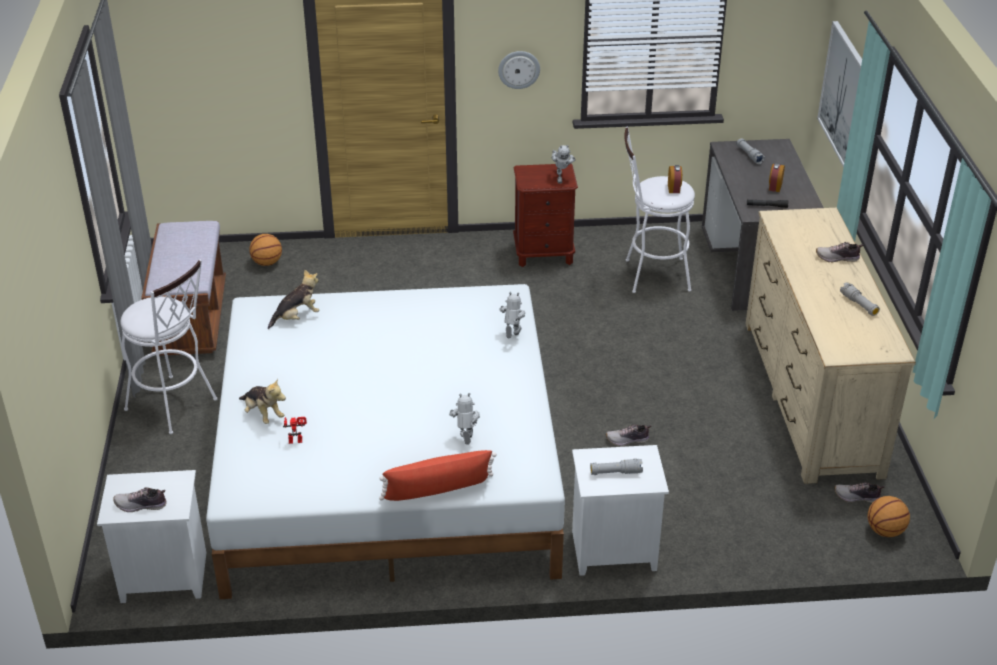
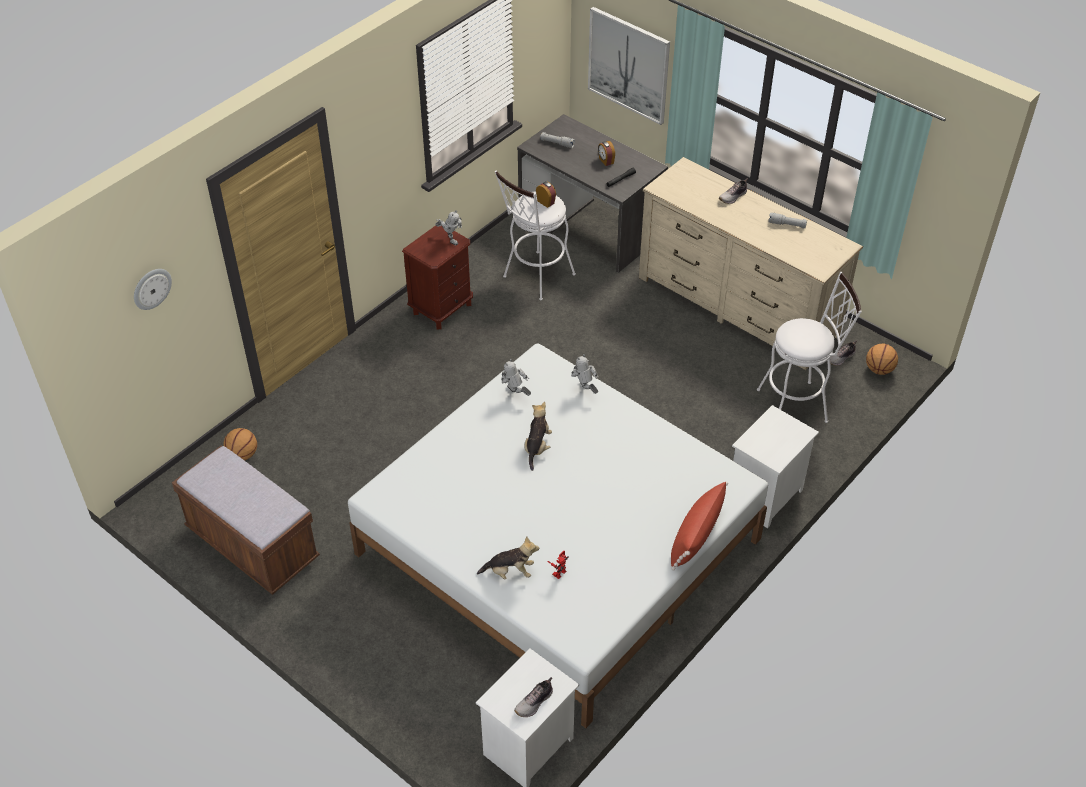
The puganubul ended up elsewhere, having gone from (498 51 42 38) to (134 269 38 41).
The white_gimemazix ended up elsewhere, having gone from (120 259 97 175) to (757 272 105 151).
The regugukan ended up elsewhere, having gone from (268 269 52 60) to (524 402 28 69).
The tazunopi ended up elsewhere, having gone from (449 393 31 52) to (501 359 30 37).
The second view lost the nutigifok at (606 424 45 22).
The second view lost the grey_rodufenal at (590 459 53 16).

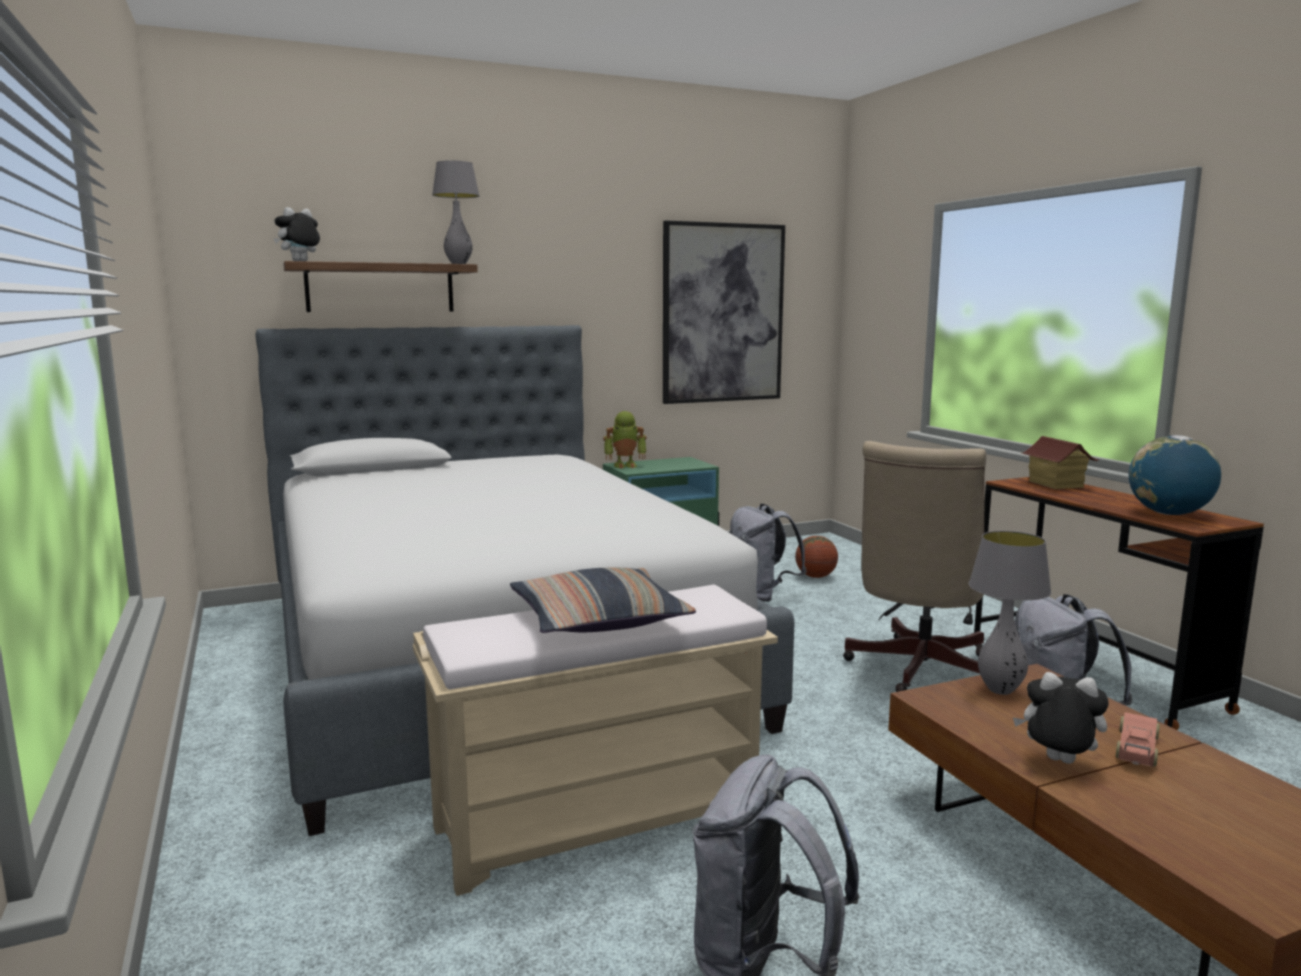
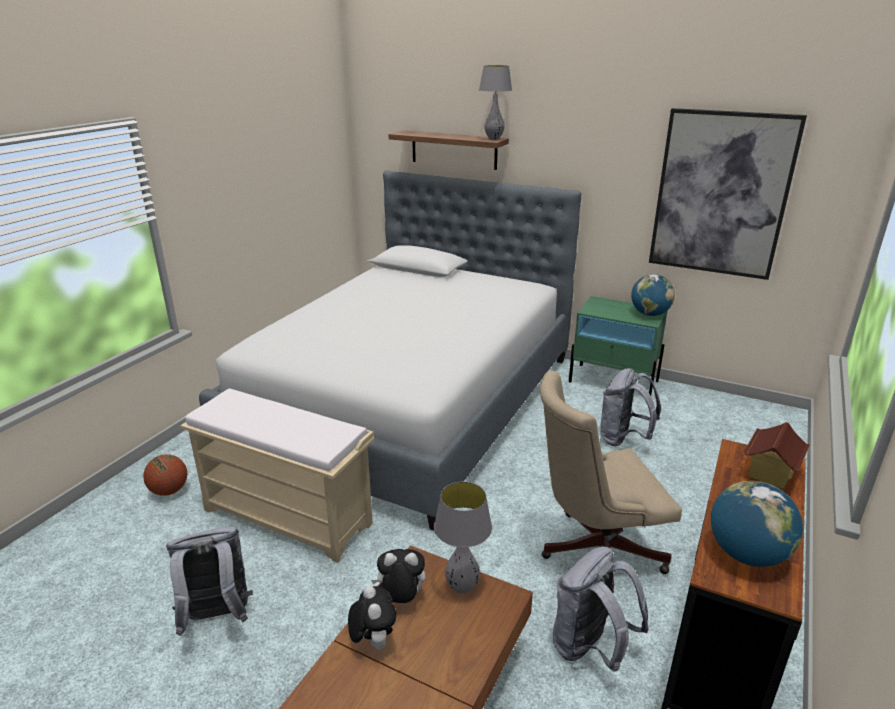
The regugukan ended up elsewhere, having gone from (274 207 46 54) to (371 549 55 54).
The second view lost the tazunopi at (603 411 44 58).
The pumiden ended up elsewhere, having gone from (795 536 43 42) to (143 454 44 42).
The second view lost the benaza at (510 568 186 65).
The second view lost the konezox at (1116 712 44 55).
The second view gained the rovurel at (631 274 44 42).

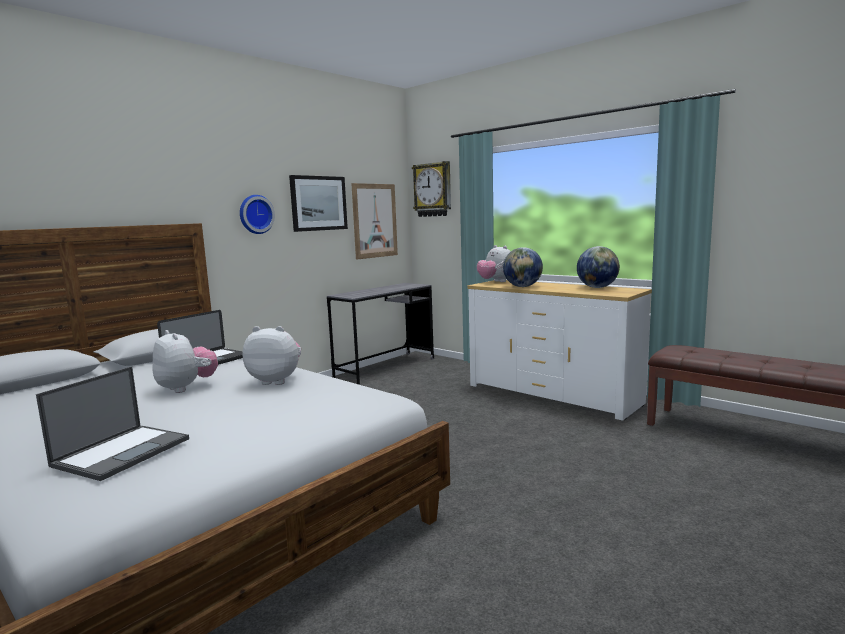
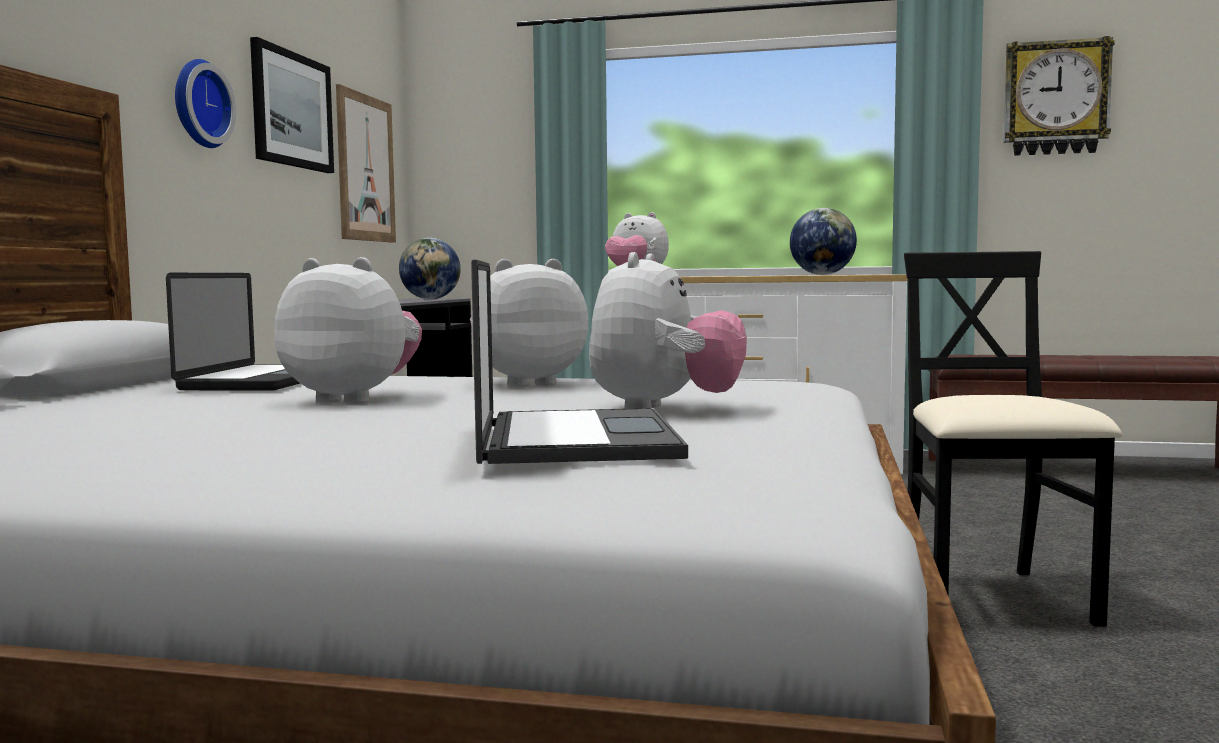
The puganubul ended up elsewhere, having gone from (412 161 39 56) to (1004 36 111 120).
The rovurel ended up elsewhere, having gone from (503 247 40 40) to (399 238 62 61).
The second view gained the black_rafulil at (904 251 218 376).
The second view gained the regugukan at (589 252 158 157).

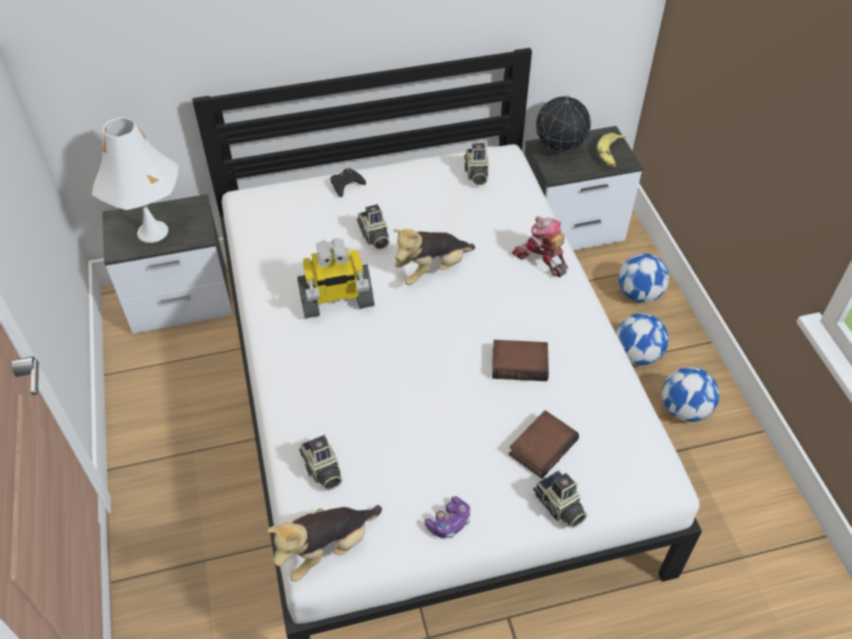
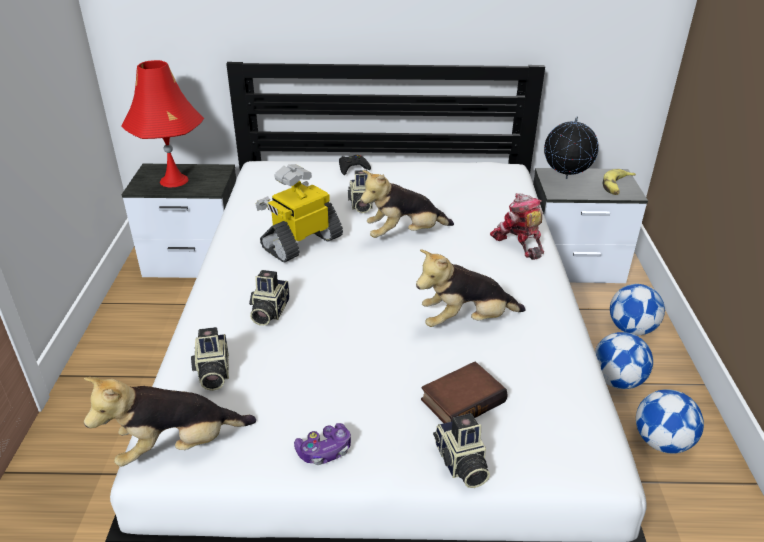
What was the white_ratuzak at (92 117 87 126) turned into the red_ratuzak at (121 60 83 127).
The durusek ended up elsewhere, having gone from (464 143 25 43) to (249 270 40 56).
The tazunopi at (297 238 78 80) ended up facing another way, 135 degrees clockwise from before.
Where the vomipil stood at (492 340 57 41), the regugukan came to stand at (416 249 110 78).

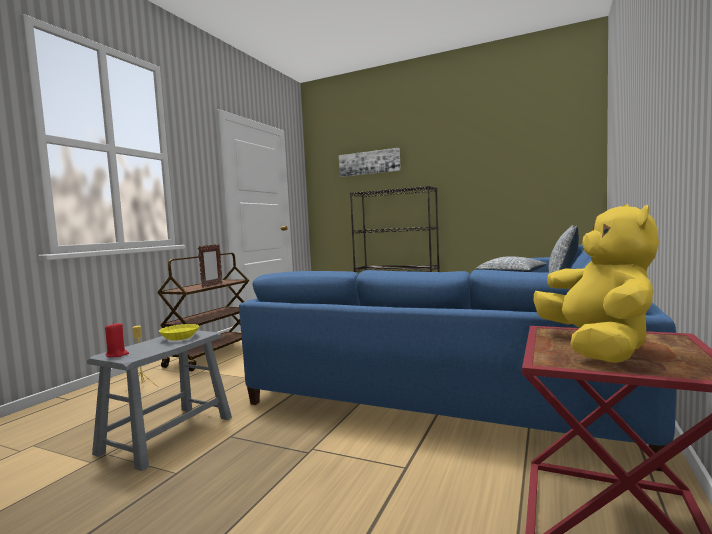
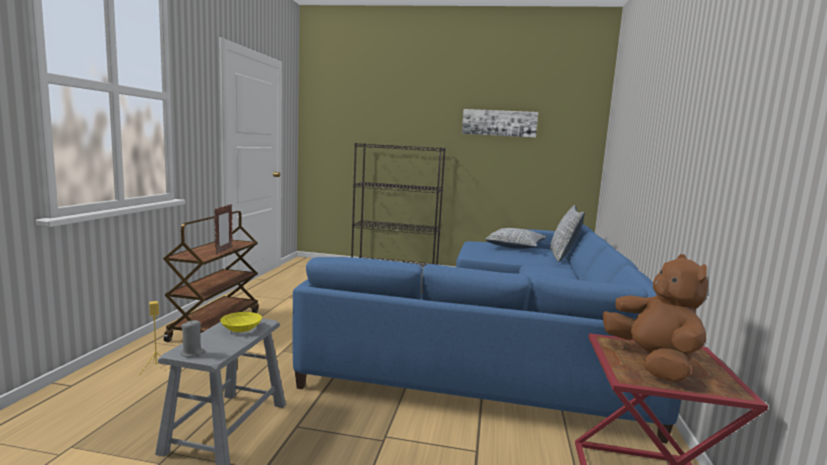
The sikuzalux ended up elsewhere, having gone from (339 148 62 29) to (462 109 76 29).
What was the yellow_regugukan at (534 204 125 159) turned into the brown_regugukan at (603 254 105 129).
What was the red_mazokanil at (105 322 24 35) turned into the grey_mazokanil at (180 320 25 37).

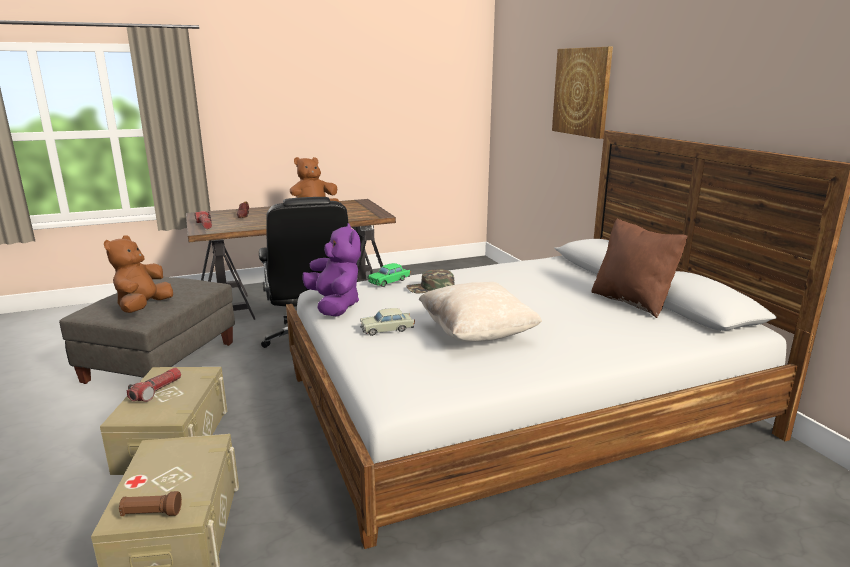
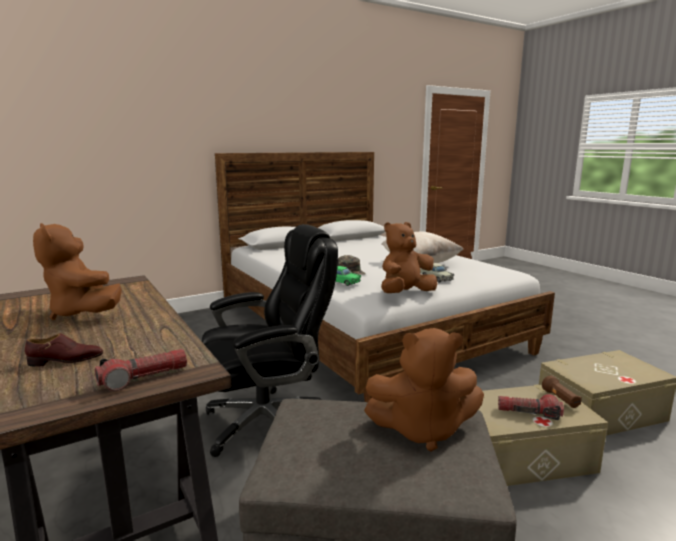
The second view lost the sikuzalux at (552 47 61 92).
The second view lost the brown_benaza at (591 218 97 100).
What was the purple_regugukan at (302 223 59 94) turned into the brown_regugukan at (381 222 56 71).
The brown_rodufenal ended up elsewhere, having gone from (119 491 63 25) to (542 376 40 32).

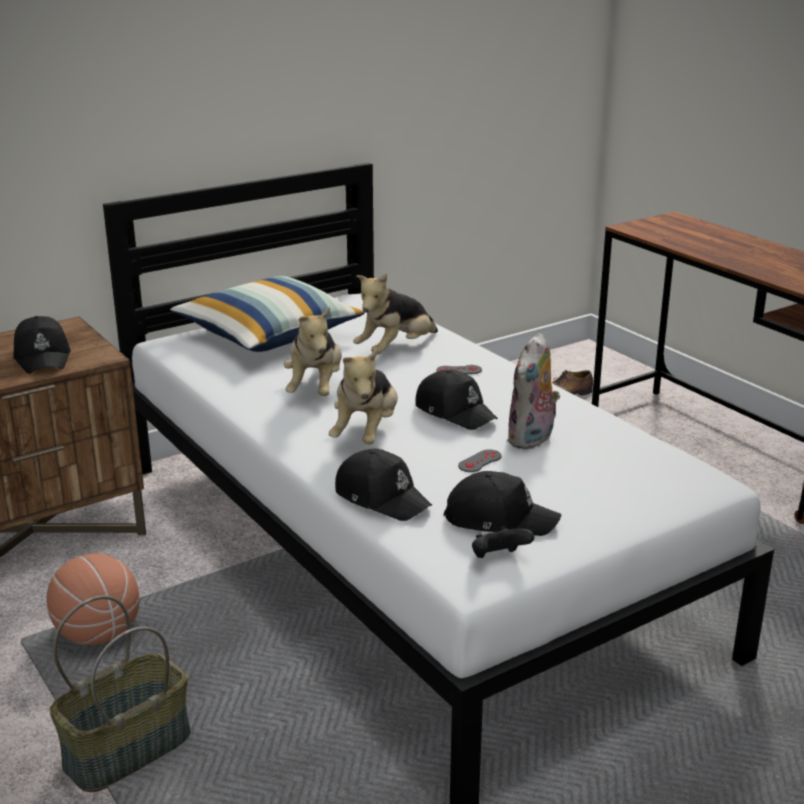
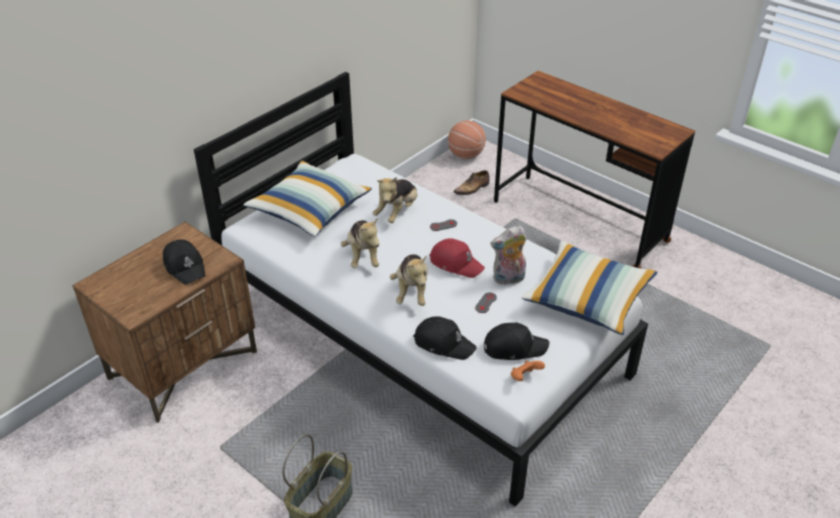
The regugukan at (507 333 53 117) ended up facing another way, 60 degrees clockwise from before.
What was the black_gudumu at (416 369 82 61) turned into the red_gudumu at (429 238 56 40).
What was the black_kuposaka at (472 526 62 32) turned into the orange_kuposaka at (511 361 34 20).
The pumiden ended up elsewhere, having gone from (46 553 94 92) to (448 121 38 38).
The second view gained the benaza at (522 241 136 94).

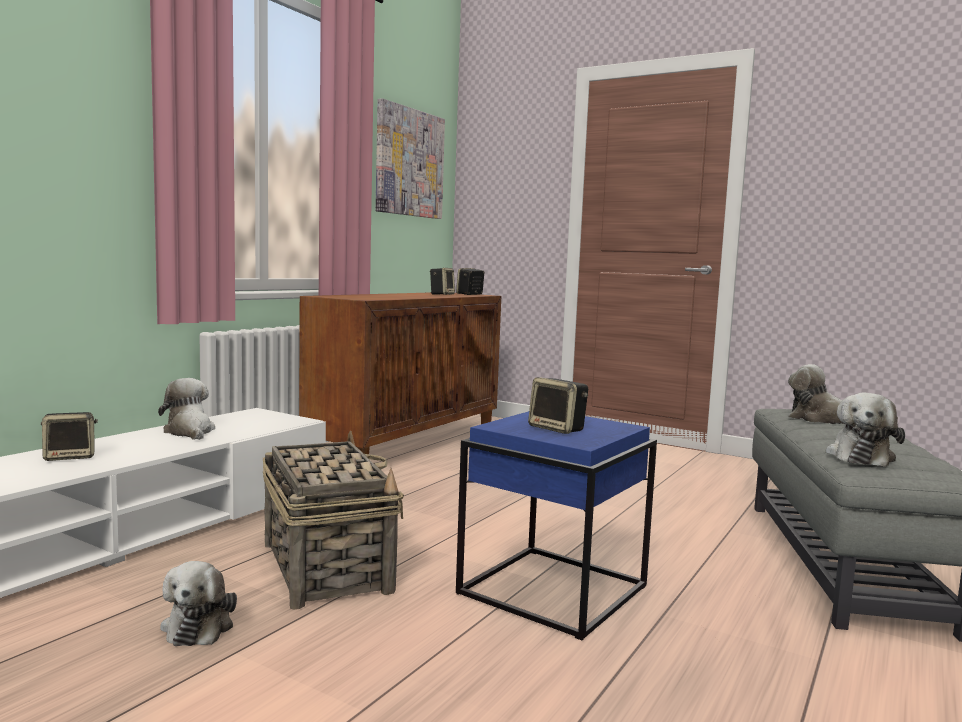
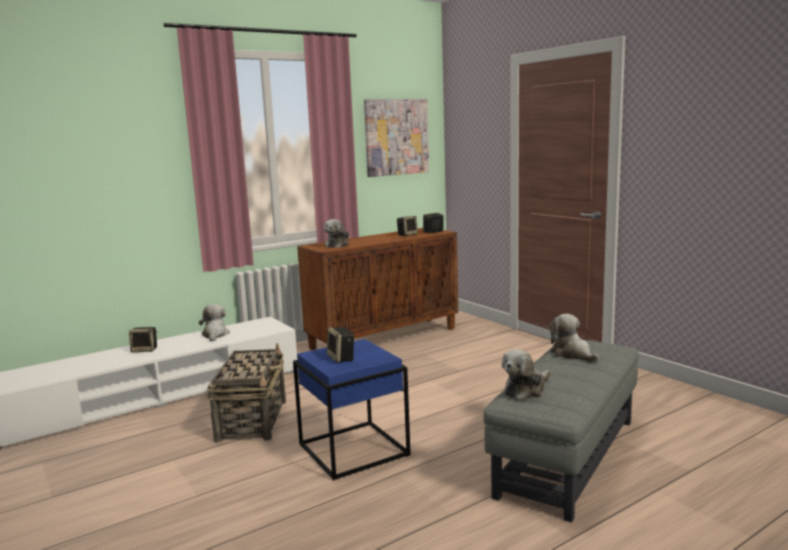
The regugukan ended up elsewhere, having gone from (160 561 77 85) to (324 219 25 29).

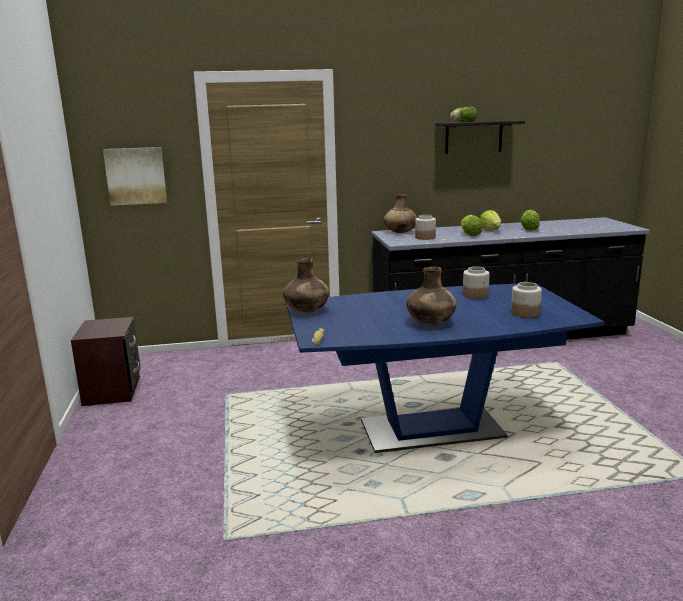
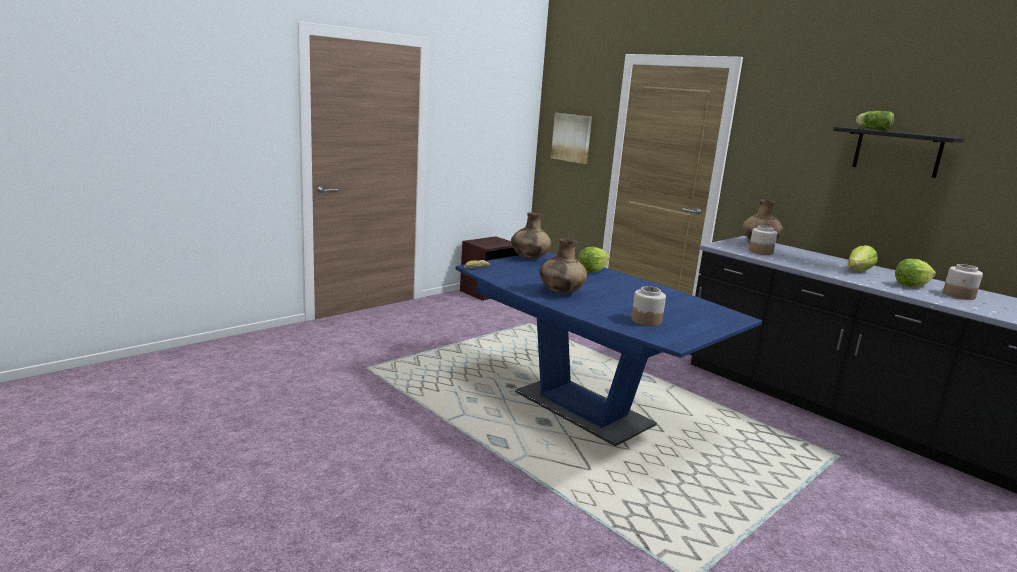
The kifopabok ended up elsewhere, having gone from (461 215 21 21) to (578 247 32 26).
The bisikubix ended up elsewhere, having gone from (463 266 26 33) to (943 264 40 36).

